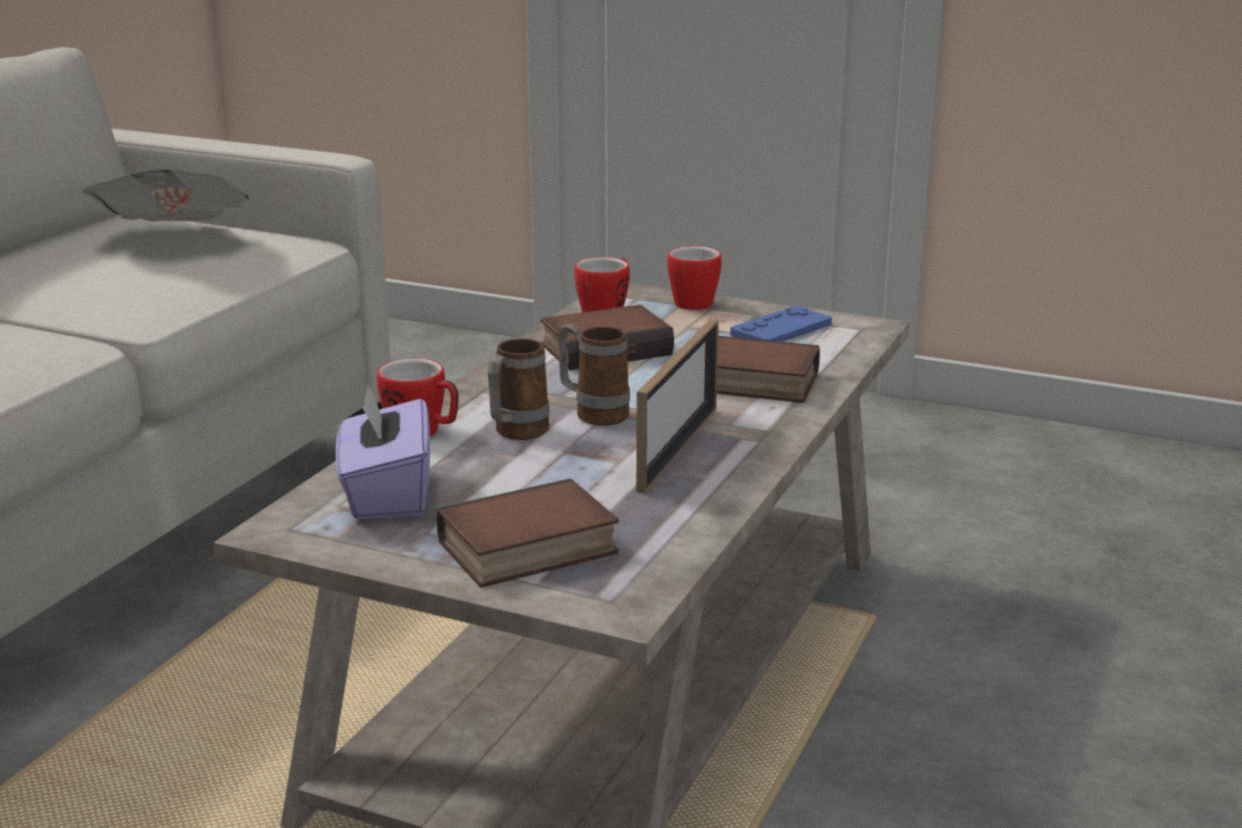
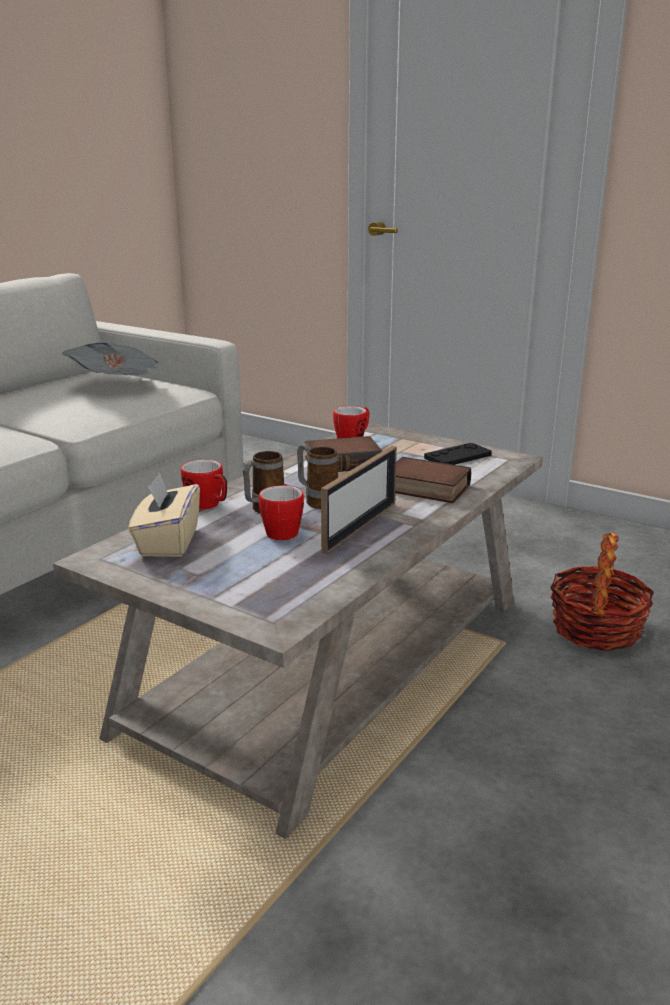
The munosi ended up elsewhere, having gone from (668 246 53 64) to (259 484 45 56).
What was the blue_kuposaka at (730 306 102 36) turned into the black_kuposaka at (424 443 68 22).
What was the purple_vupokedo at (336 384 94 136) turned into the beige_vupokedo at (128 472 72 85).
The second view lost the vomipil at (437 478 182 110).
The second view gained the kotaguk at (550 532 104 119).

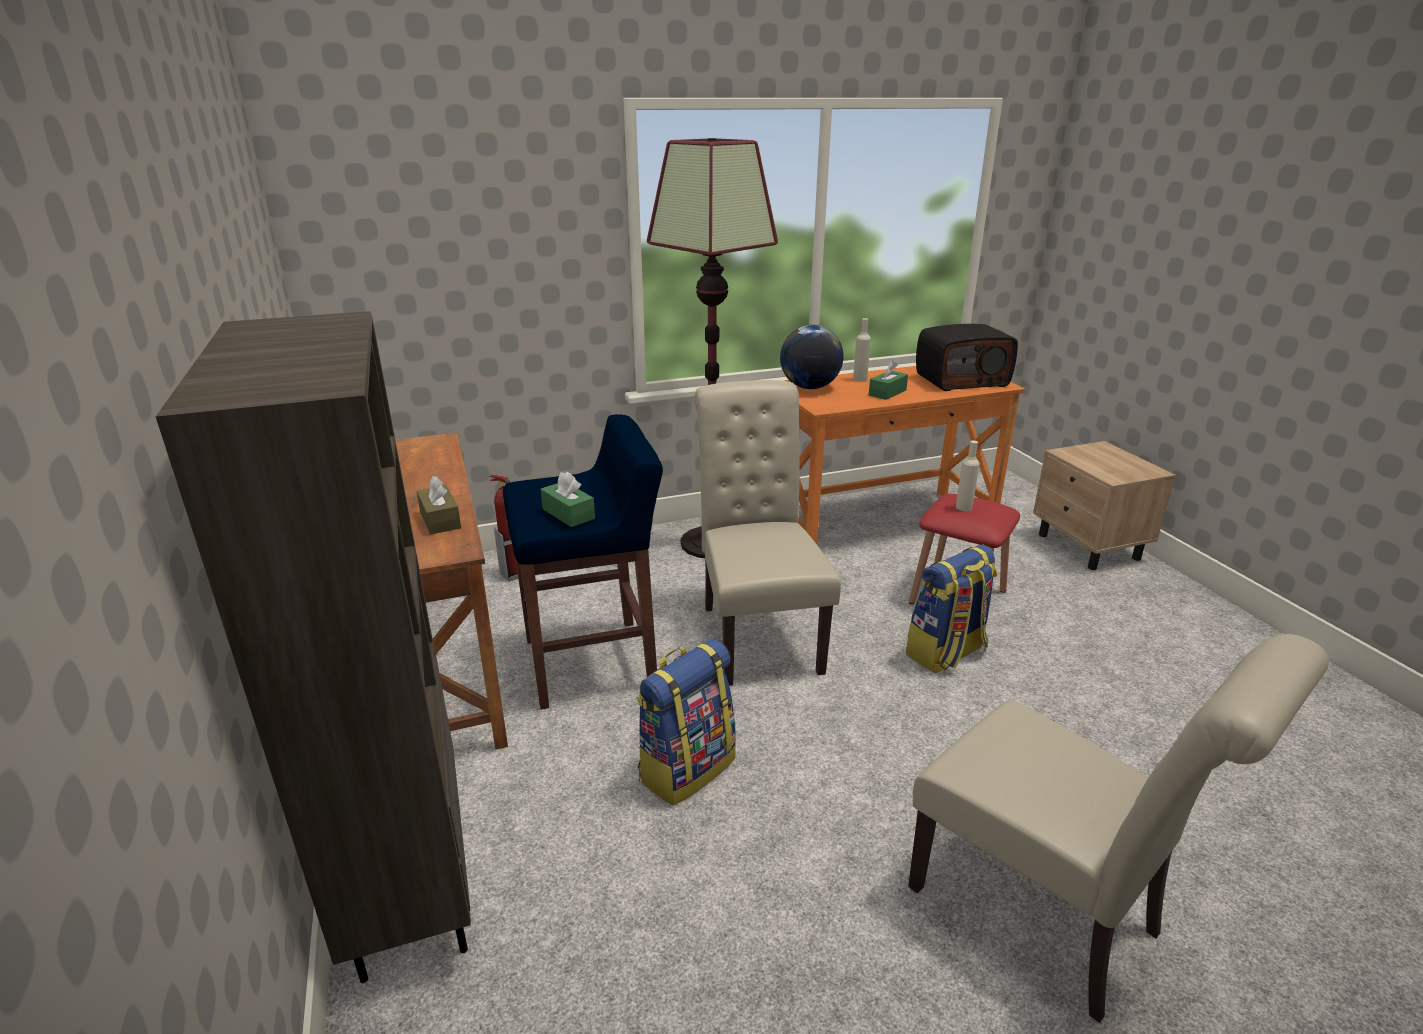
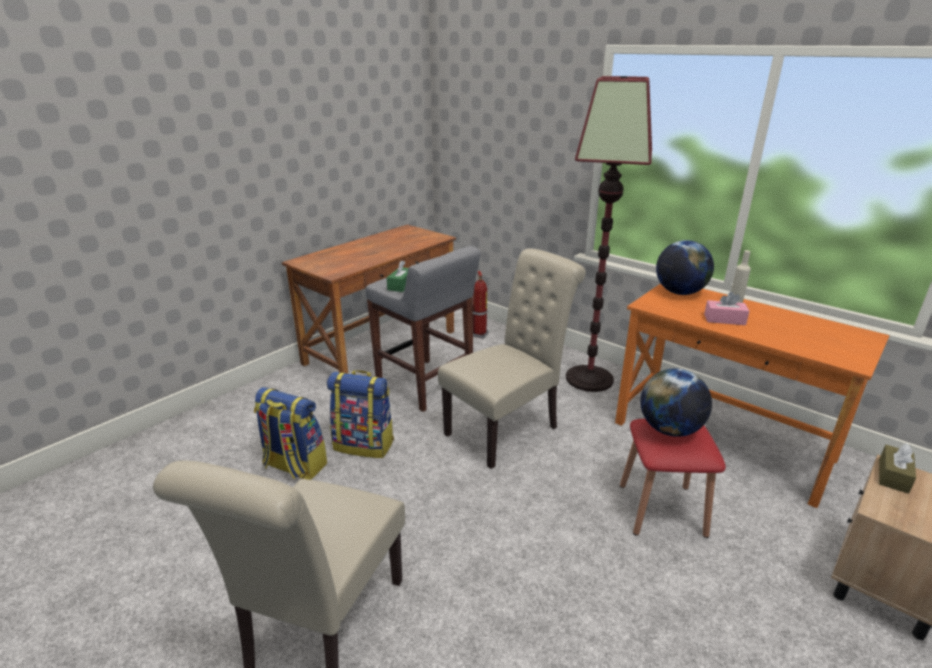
The second view lost the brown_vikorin at (156 311 315 672).
The second view lost the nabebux at (916 324 102 67).
What was the green_vupokedo at (869 361 39 39) turned into the pink_vupokedo at (704 292 45 33).
What was the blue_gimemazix at (503 414 160 296) turned into the grey_gimemazix at (365 246 116 166).
Where the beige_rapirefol stood at (956 440 23 71), the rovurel came to stand at (640 369 72 68).
The brown_vupokedo ended up elsewhere, having gone from (416 476 45 59) to (879 443 37 51).
The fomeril ended up elsewhere, having gone from (906 545 91 128) to (254 387 73 93).

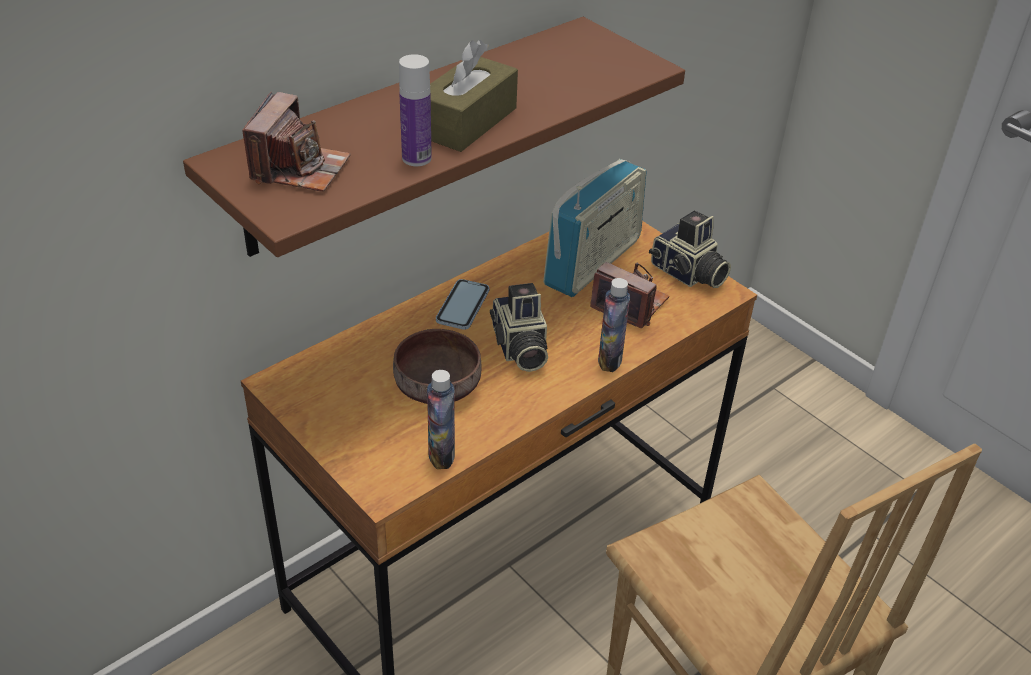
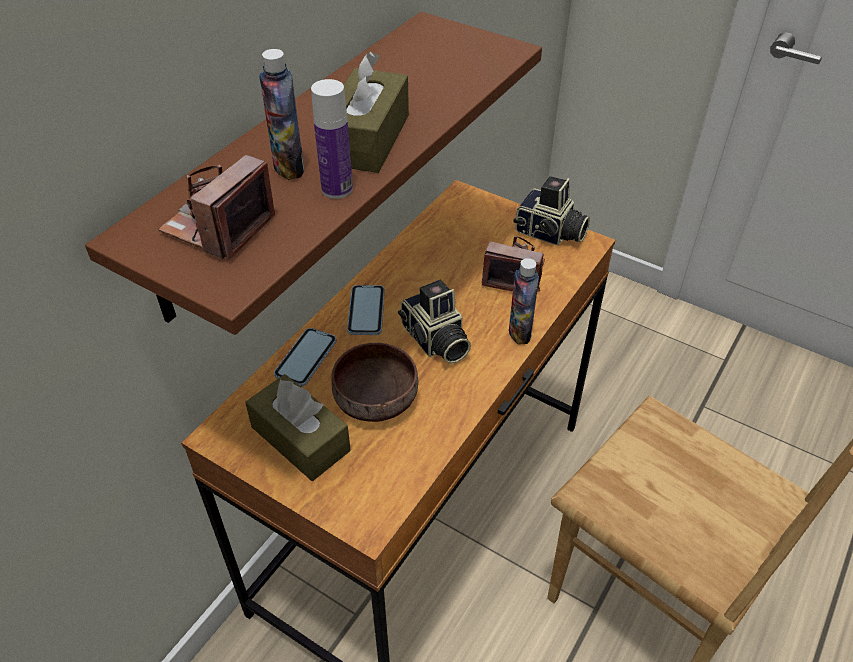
The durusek at (242 92 109 100) ended up facing another way, 150 degrees counterclockwise from before.
The second view lost the nabebux at (543 159 104 138).
The rapirefol ended up elsewhere, having gone from (427 370 28 99) to (259 49 45 131).
The second view gained the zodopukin at (274 328 63 59).
The second view gained the brown_vupokedo at (245 374 105 107).

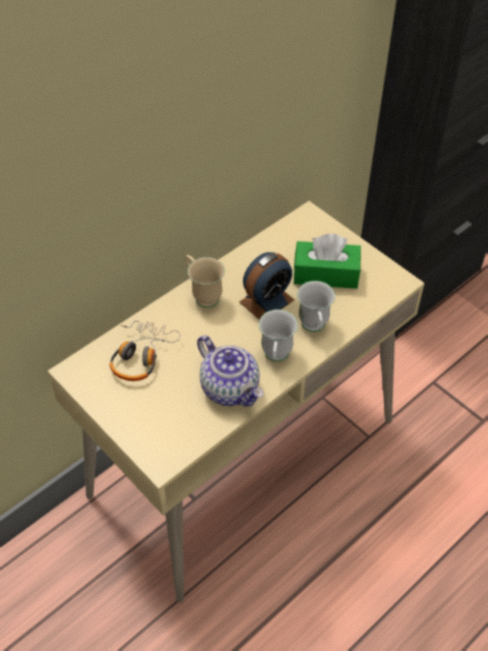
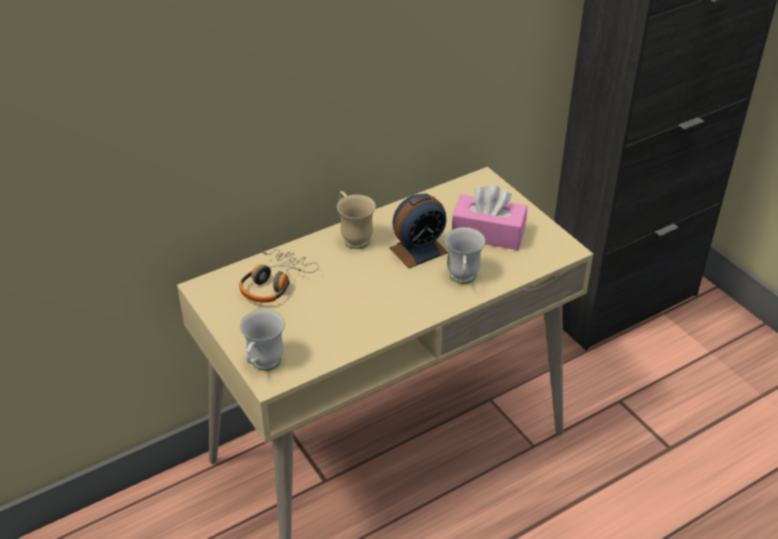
What was the green_vupokedo at (294 234 67 55) turned into the pink_vupokedo at (452 185 75 65).
The white_munosi ended up elsewhere, having gone from (259 309 39 53) to (240 309 45 62).
The second view lost the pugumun at (197 335 66 71).

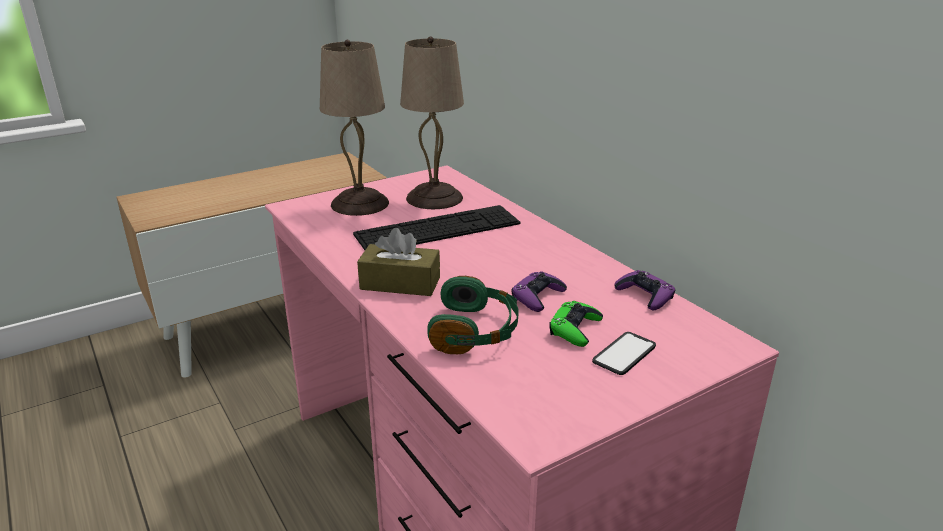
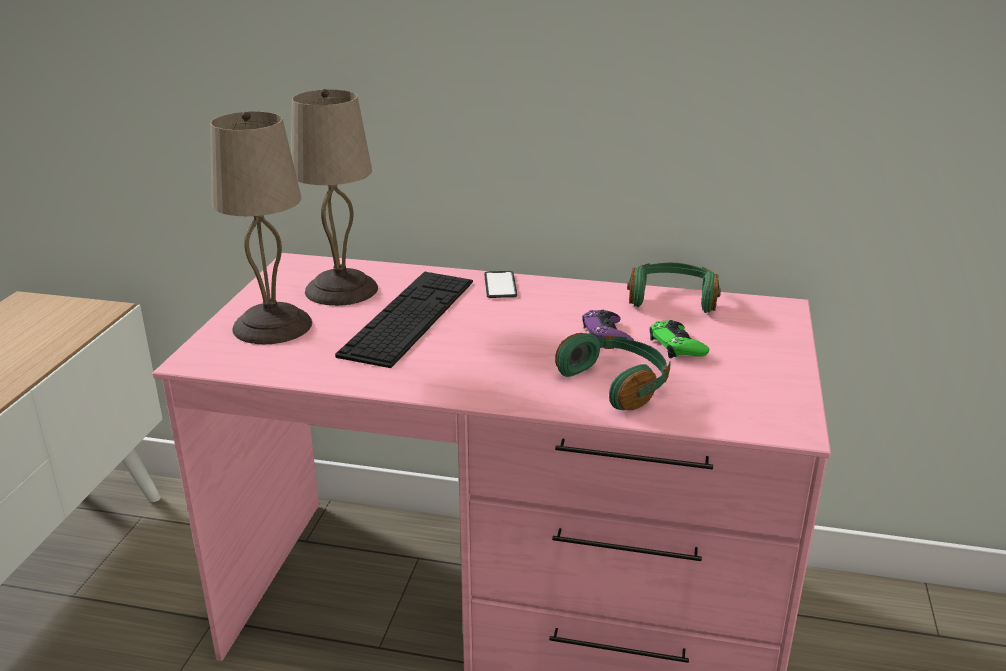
The second view lost the brown_vupokedo at (357 228 83 68).
Where the purple_kuposaka stood at (614 270 61 41), the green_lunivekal came to stand at (627 263 94 50).
The zodopukin ended up elsewhere, having gone from (592 332 64 43) to (484 271 33 27).

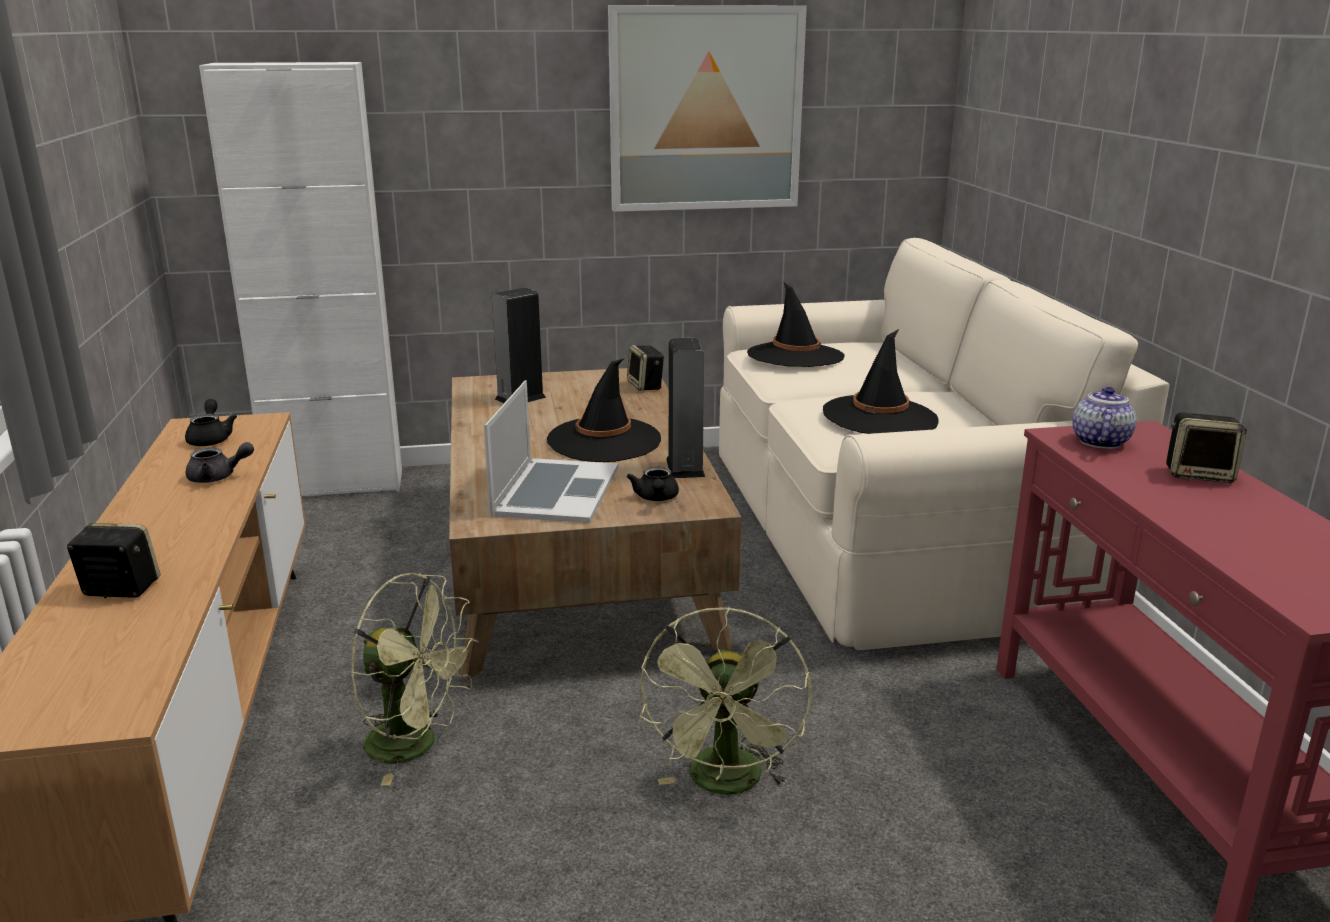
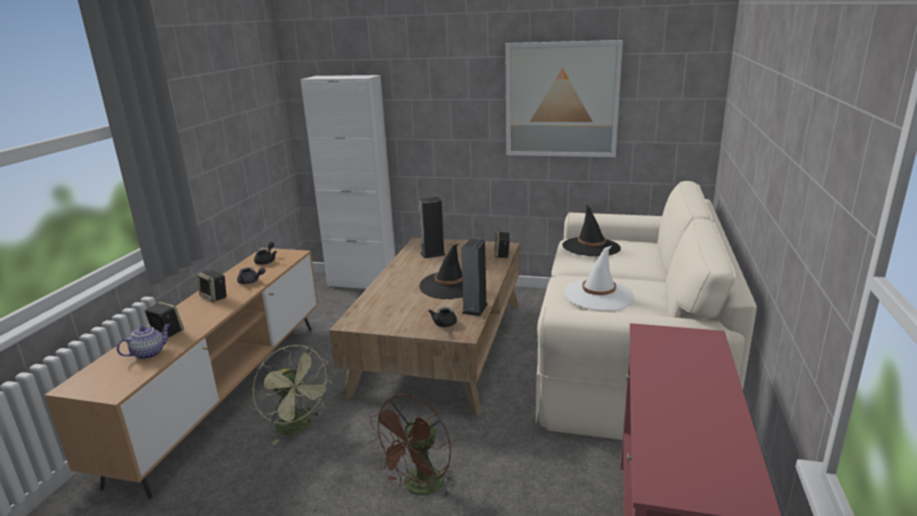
What was the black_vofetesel at (823 329 116 105) turned into the white_vofetesel at (564 246 71 65).
The second view lost the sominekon at (484 380 134 143).
The pugumun ended up elsewhere, having gone from (1072 387 65 62) to (117 324 54 35).
The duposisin ended up elsewhere, having gone from (1166 413 81 70) to (197 270 30 32).
What was the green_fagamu at (640 607 171 188) turned into the brown_fagamu at (369 394 88 104).

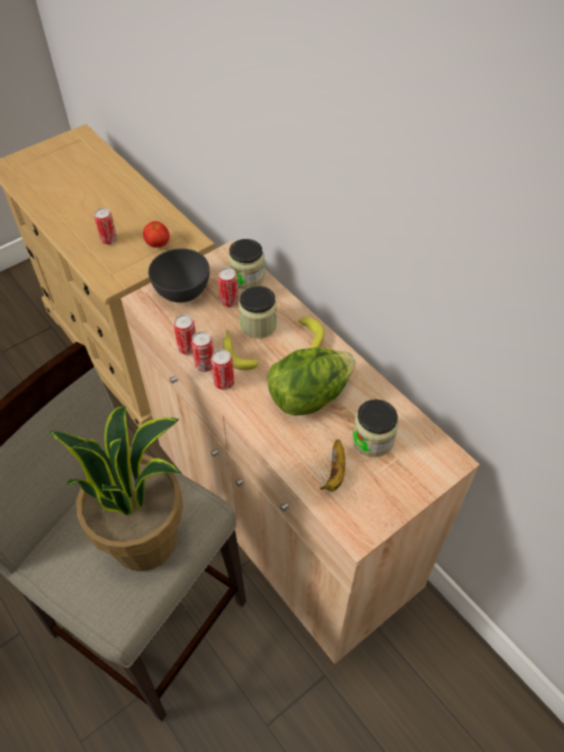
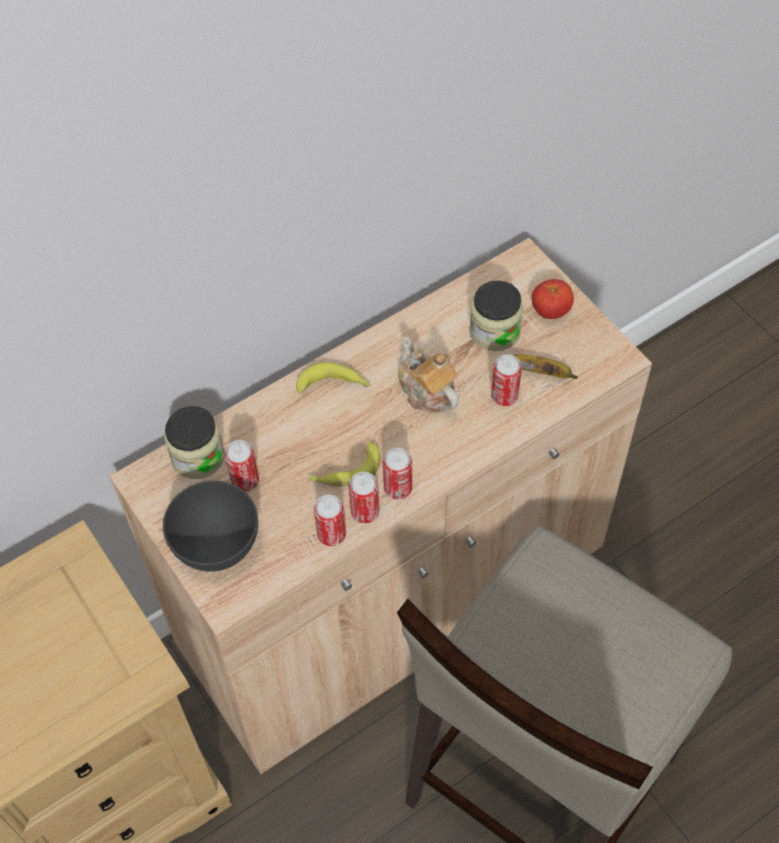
The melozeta ended up elsewhere, having gone from (94 208 23 37) to (491 354 31 52).
The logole ended up elsewhere, having gone from (143 221 27 27) to (532 279 42 40).
The second view lost the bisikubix at (239 286 38 52).
Where the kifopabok stood at (267 347 89 69), the pugumun came to stand at (398 337 61 76).
The second view lost the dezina at (48 406 135 165).

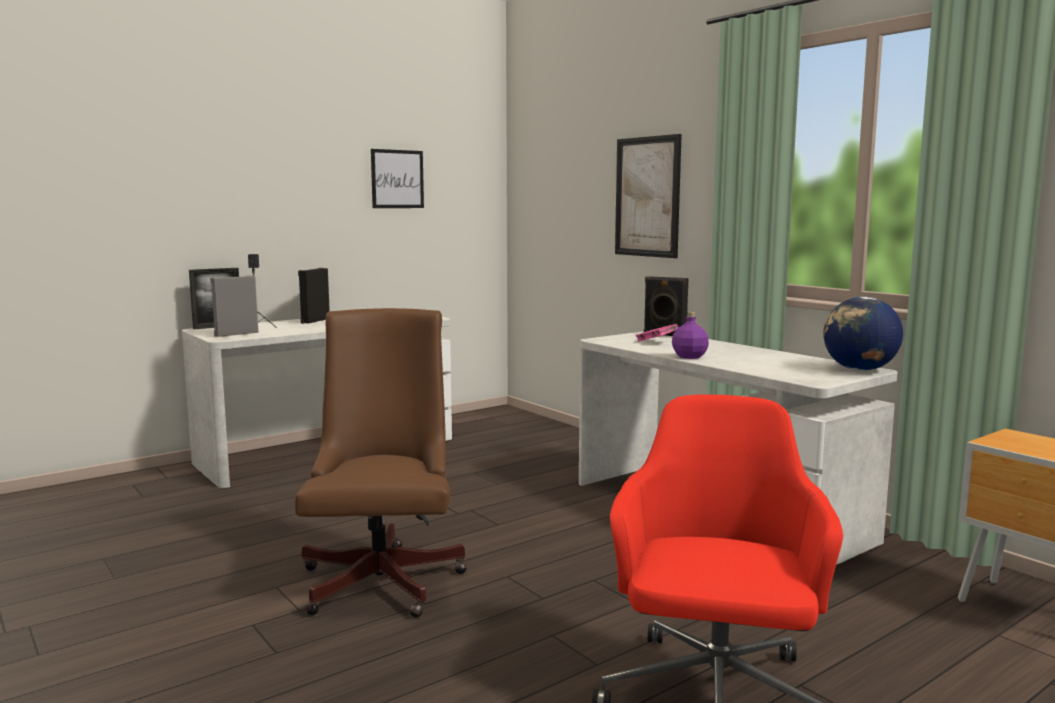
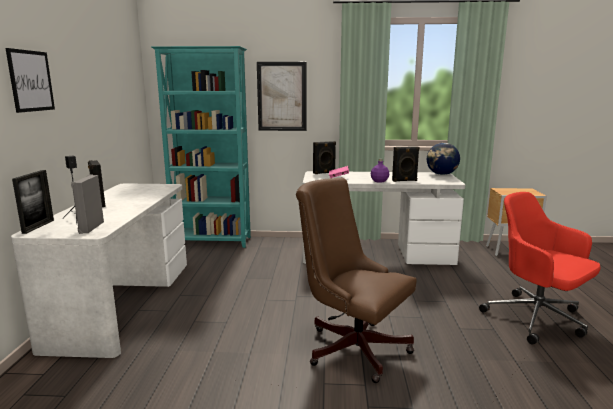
The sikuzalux ended up elsewhere, having gone from (371 149 53 59) to (6 48 49 65).
The second view gained the turquoise_vikorin at (151 46 100 202).
The second view gained the black_duposisin at (392 146 27 36).

